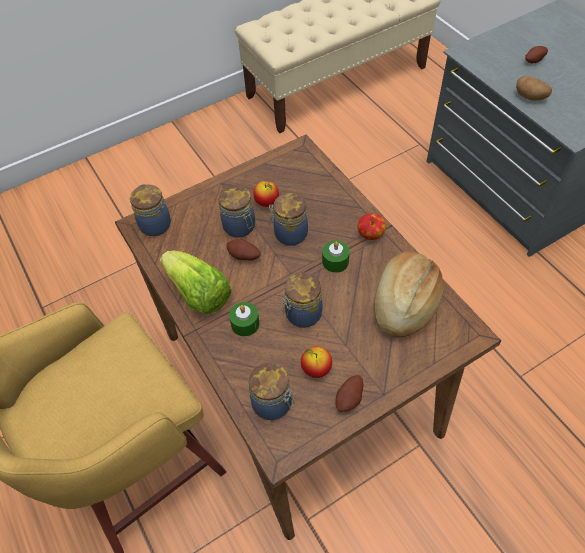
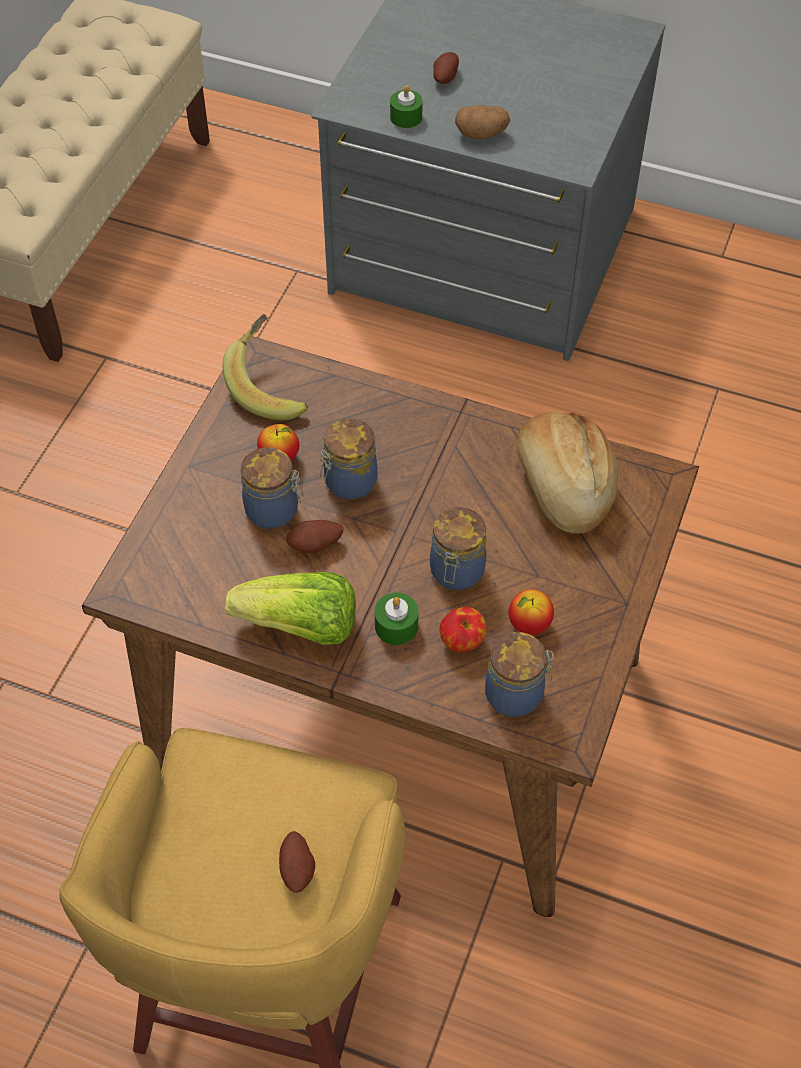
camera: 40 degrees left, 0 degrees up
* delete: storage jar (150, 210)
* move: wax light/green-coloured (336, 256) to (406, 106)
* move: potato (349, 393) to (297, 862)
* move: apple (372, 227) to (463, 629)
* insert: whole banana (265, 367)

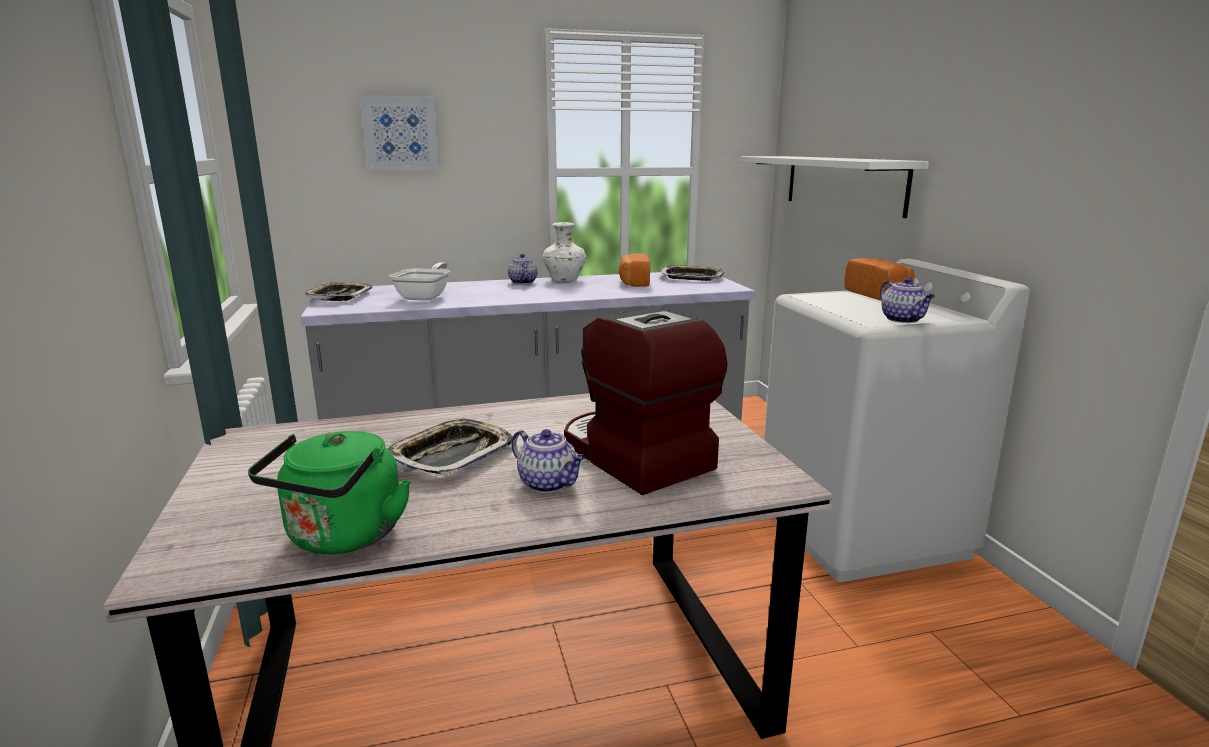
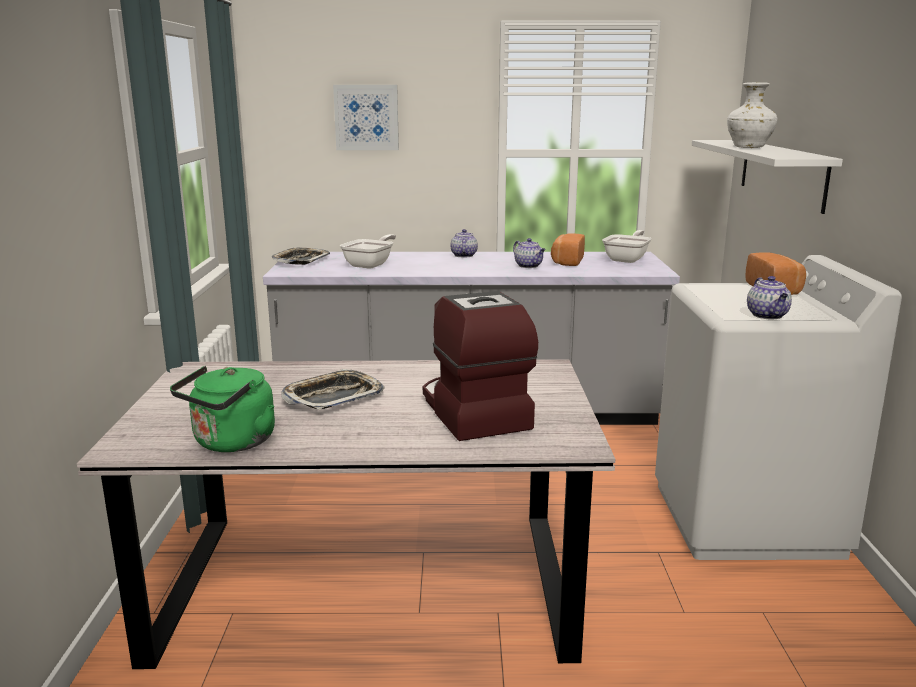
camera: 15 degrees right, 0 degrees up
* move: pot for tea (548, 461) to (529, 253)
* move: vase/white-coloured (564, 252) to (752, 115)
* replace: serving tray (692, 273) to skillet (627, 246)

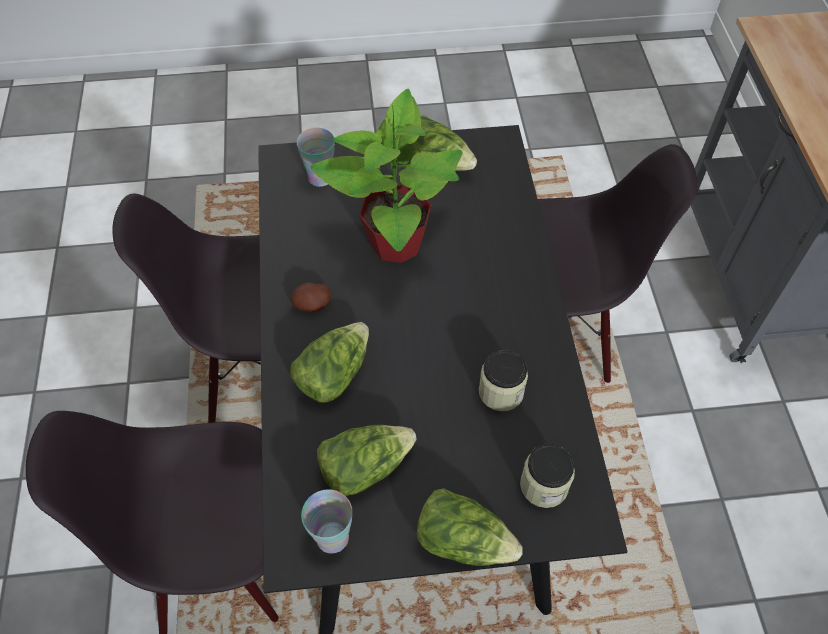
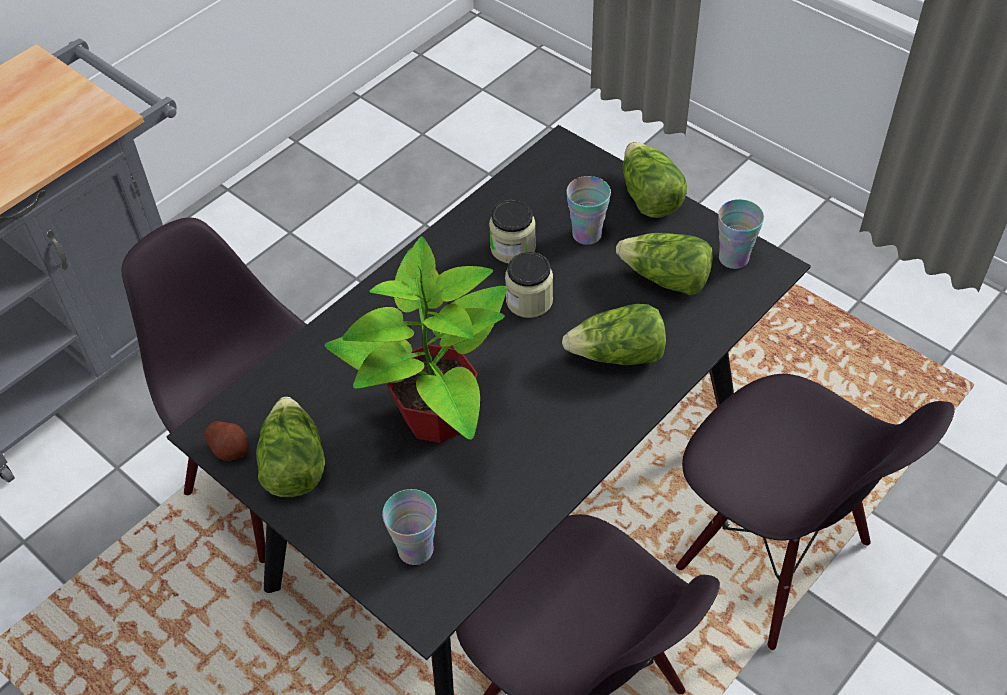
camera: 130 degrees left, 5 degrees down
* move: potato (310, 297) to (226, 441)
* move: storage jar (547, 475) to (529, 285)
* insert: cup (588, 210)

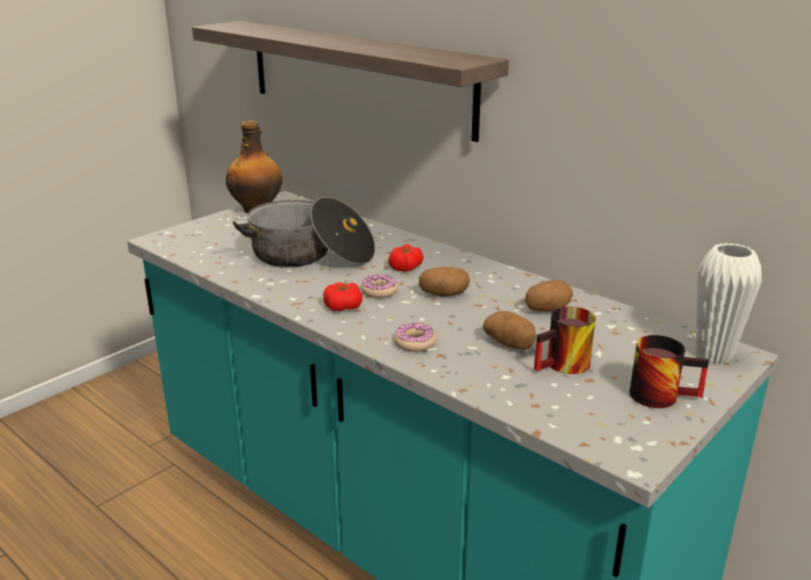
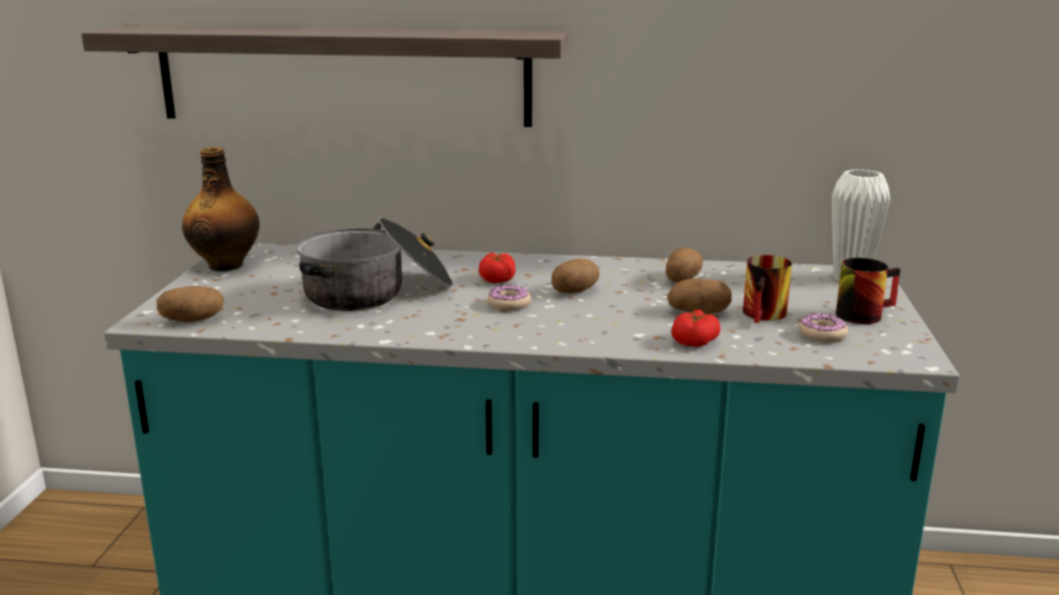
camera: 35 degrees left, 5 degrees down
* move: tomato (342, 296) to (696, 328)
* move: donut (415, 337) to (823, 327)
* insert: potato (190, 304)

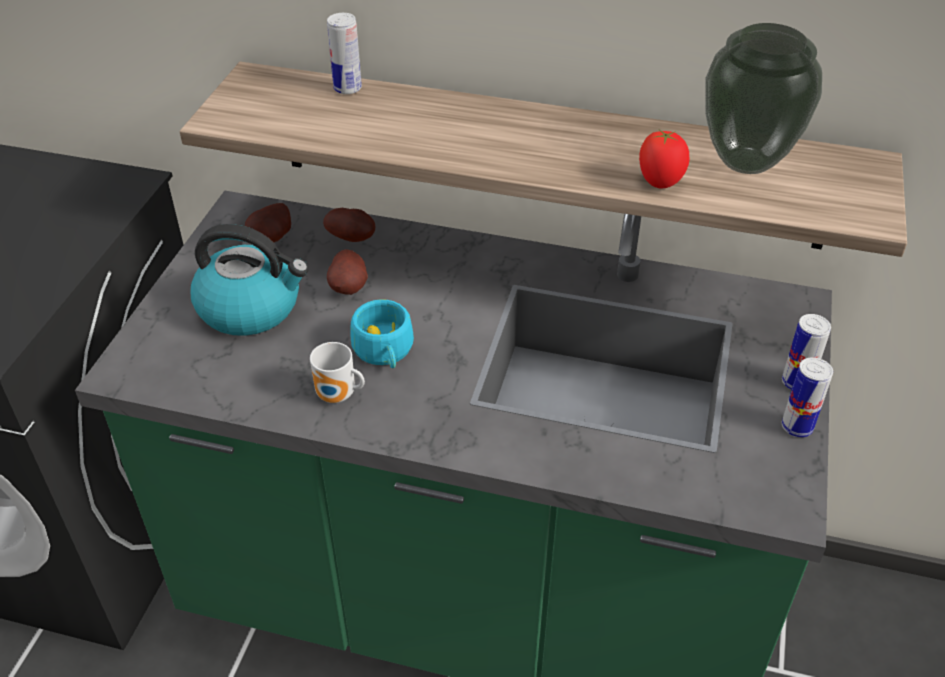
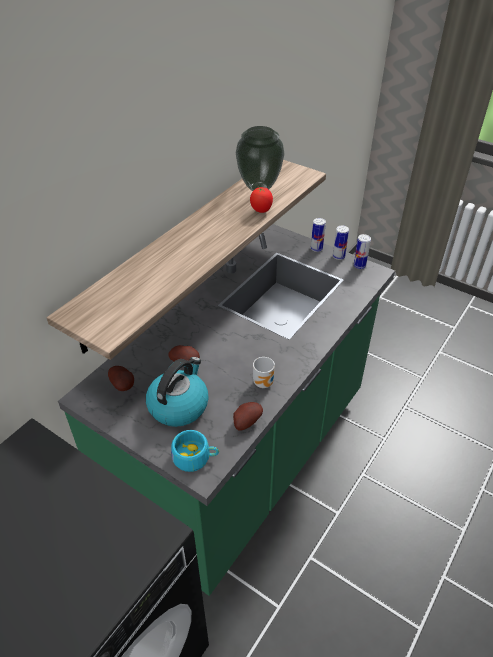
camera: 70 degrees left, 0 degrees up
* move: potato (349, 225) to (248, 416)
* move: can (344, 53) to (362, 251)
* move: cup/turquoise (382, 334) to (195, 451)

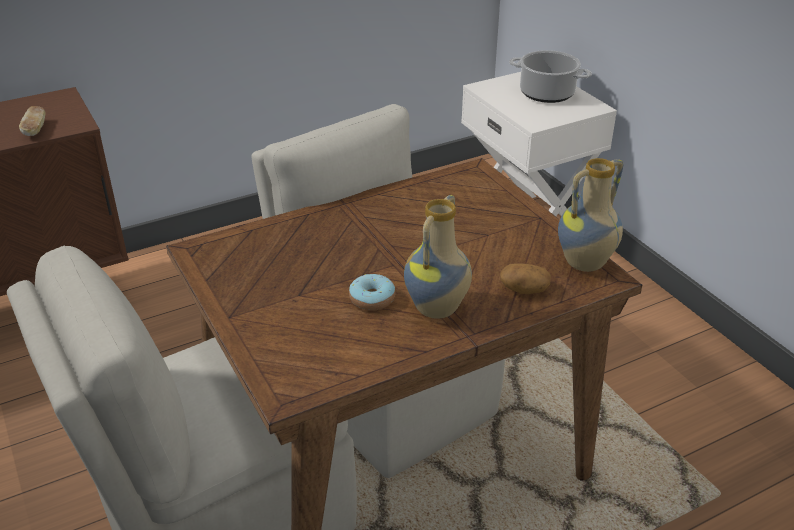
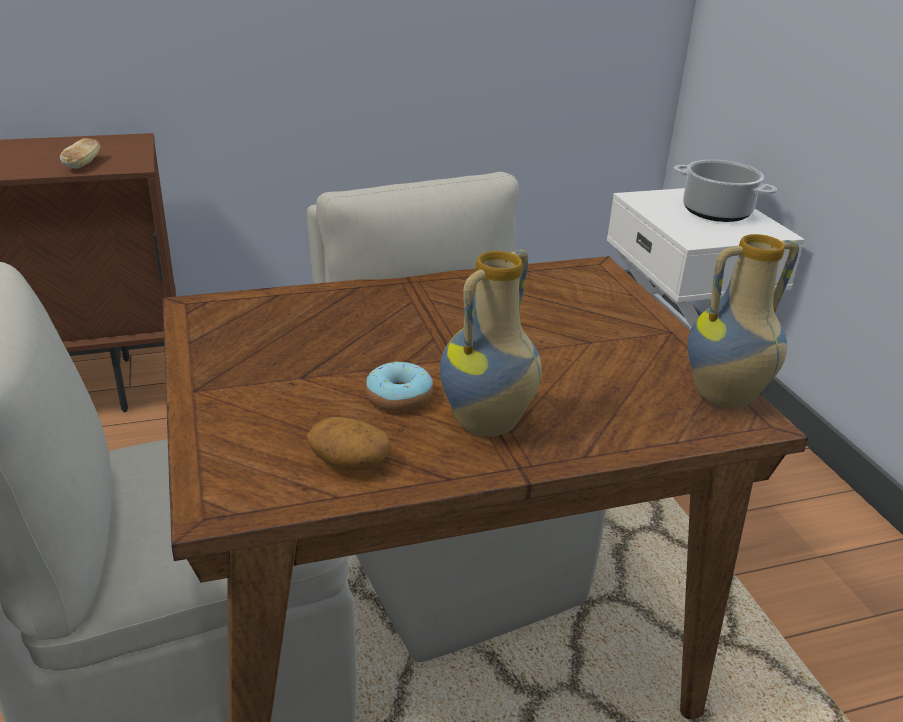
camera: 10 degrees right, 5 degrees down
* move: potato (525, 279) to (349, 443)

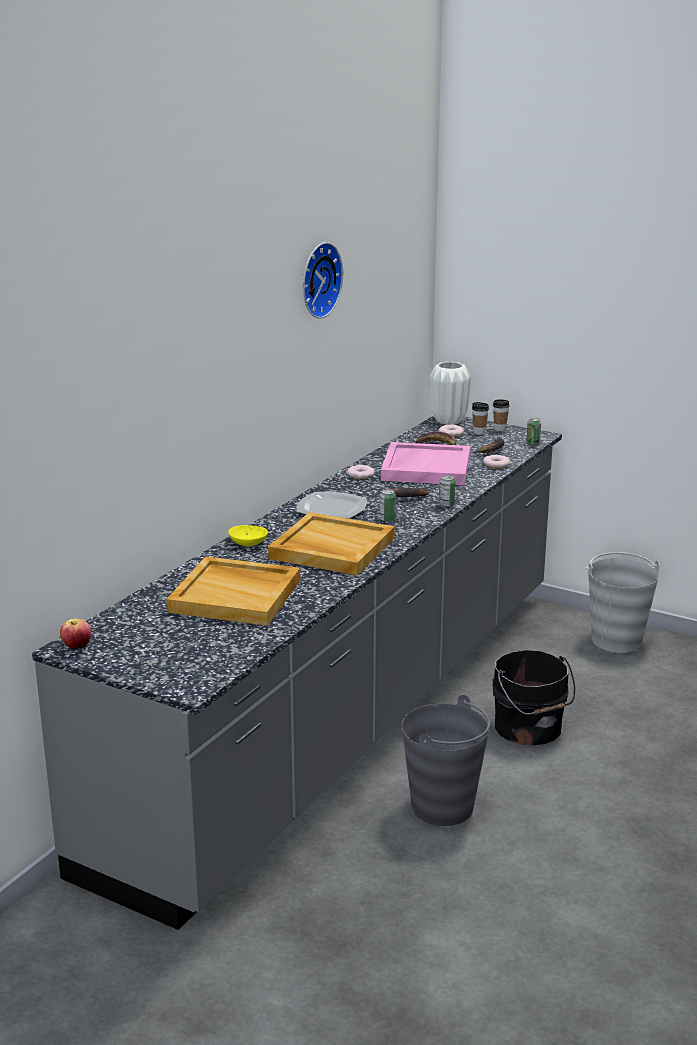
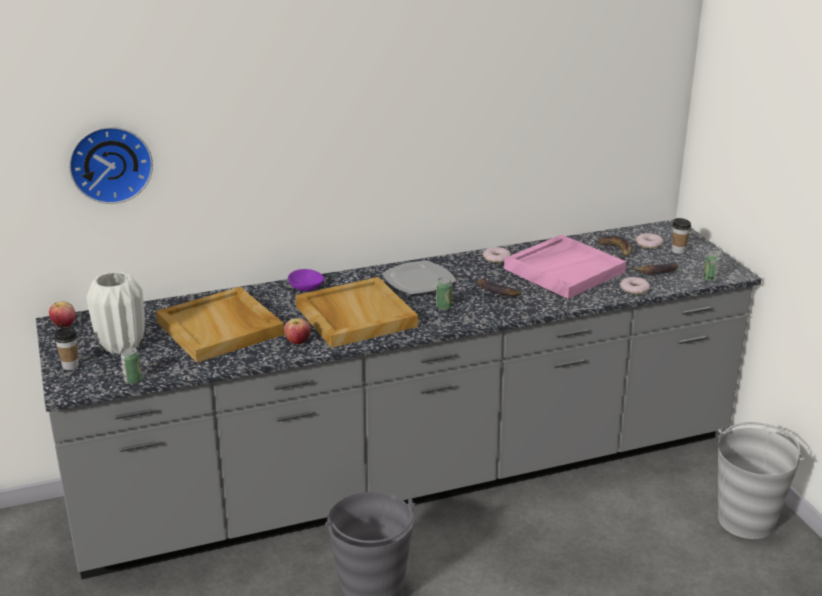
camera: 40 degrees right, 5 degrees up
* recolor: bowl/yellowish (248, 535) to bowl/purple-coloured (306, 280)
* move: clock on the wall (323, 280) to (111, 165)
* move: vase/white-coloured (450, 393) to (115, 312)
* move: can (447, 491) to (131, 365)
* move: cup (501, 415) to (66, 349)
* delete: bucket/black-coloured (534, 698)
* insert: apple (297, 331)

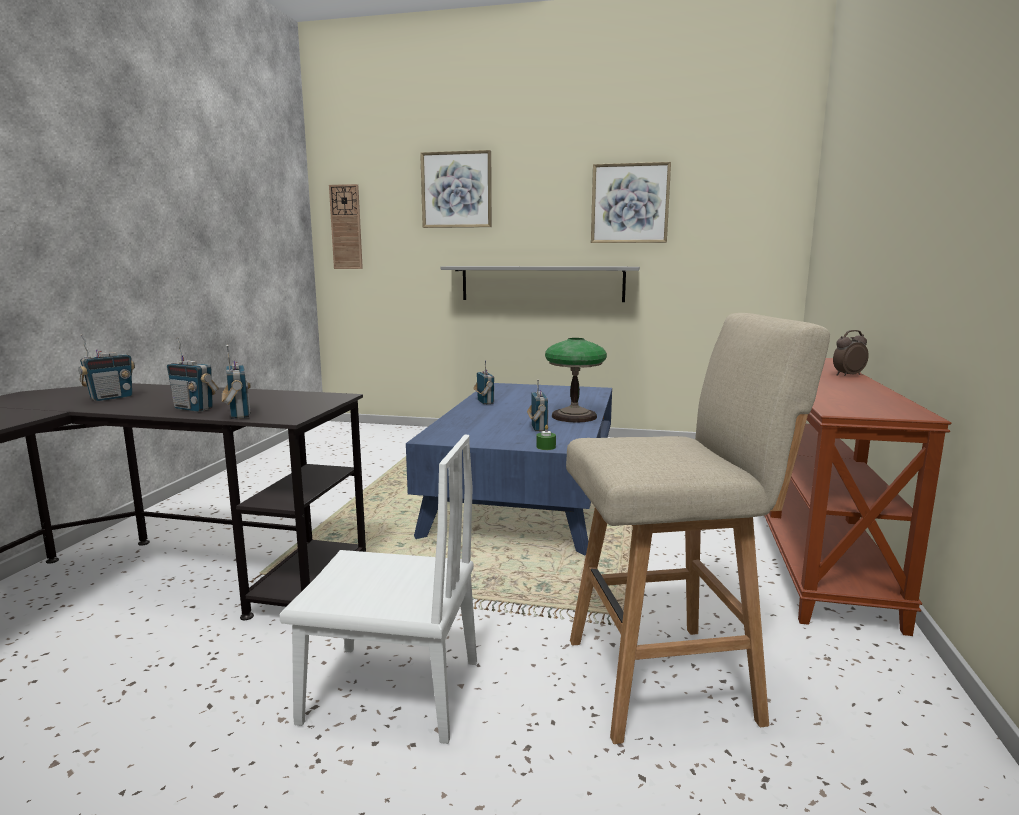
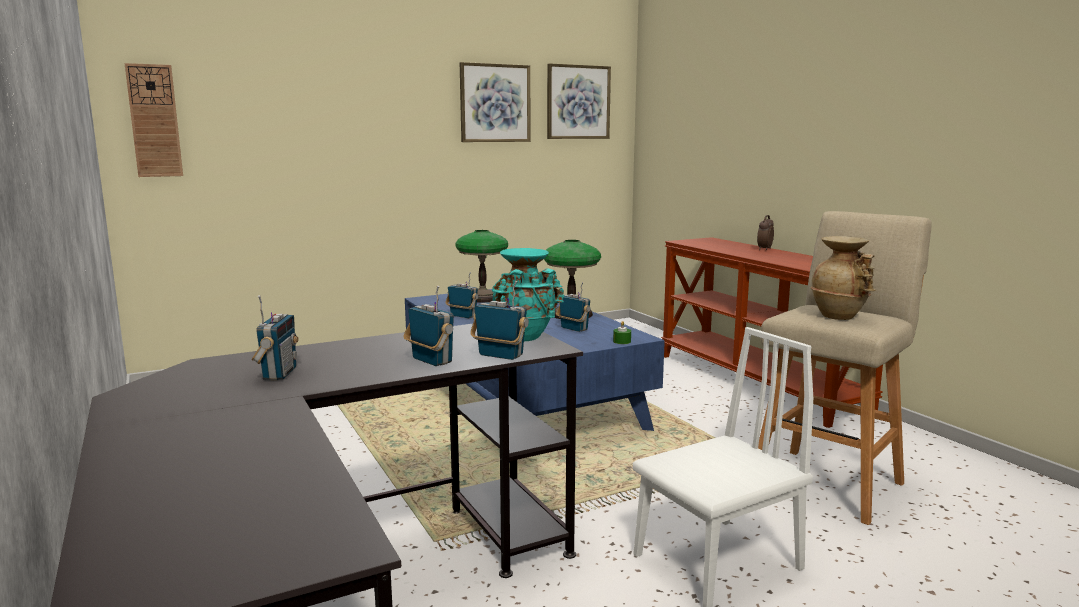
camera: 40 degrees left, 0 degrees up
* rotate: radio (193, 375) = (429, 325) 120 degrees counterclockwise
* move: wall art (456, 189) to (579, 101)
* delete: wall shelf/gray (540, 284)
* insert: tabletop lamp (481, 266)
* insert: vase/turquoise (528, 294)
* insert: vase/beige (843, 278)

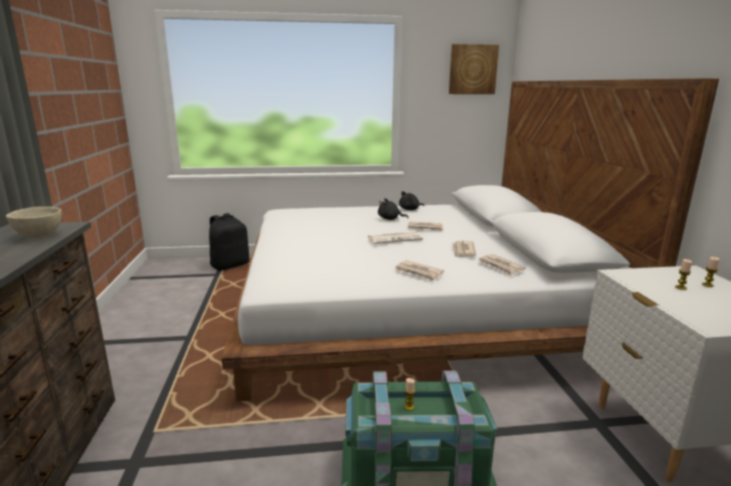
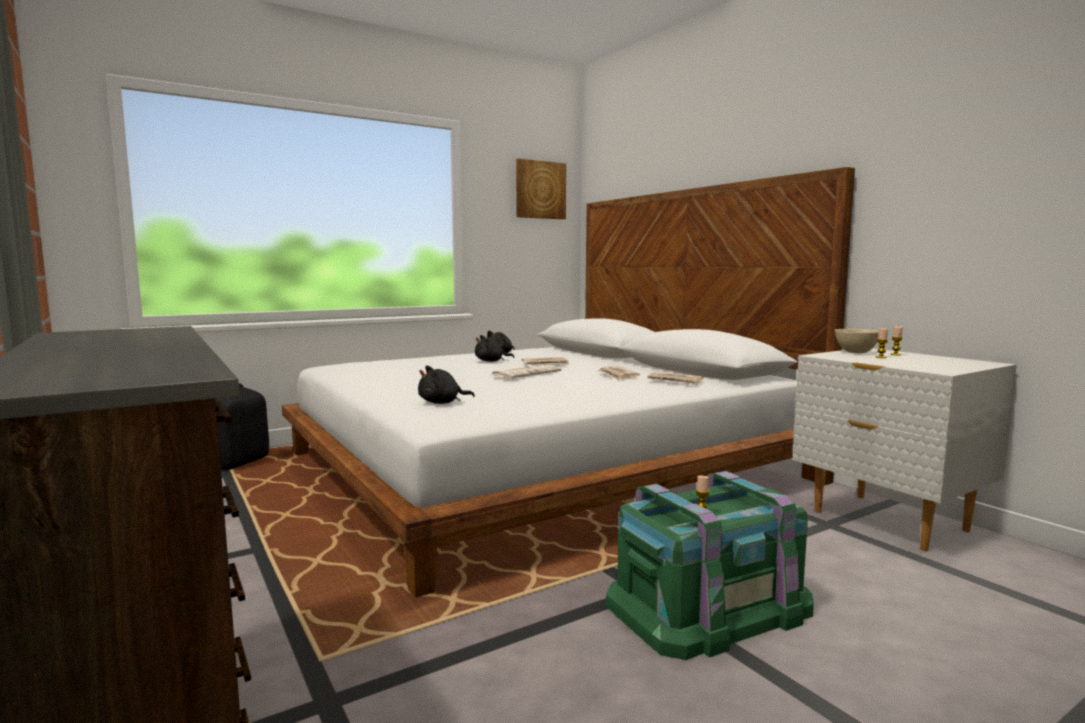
camera: 25 degrees left, 10 degrees down
* move: bowl/beige (33, 222) to (857, 341)
* delete: newspaper (419, 271)
* insert: cuddly toy/black-coloured (446, 384)

